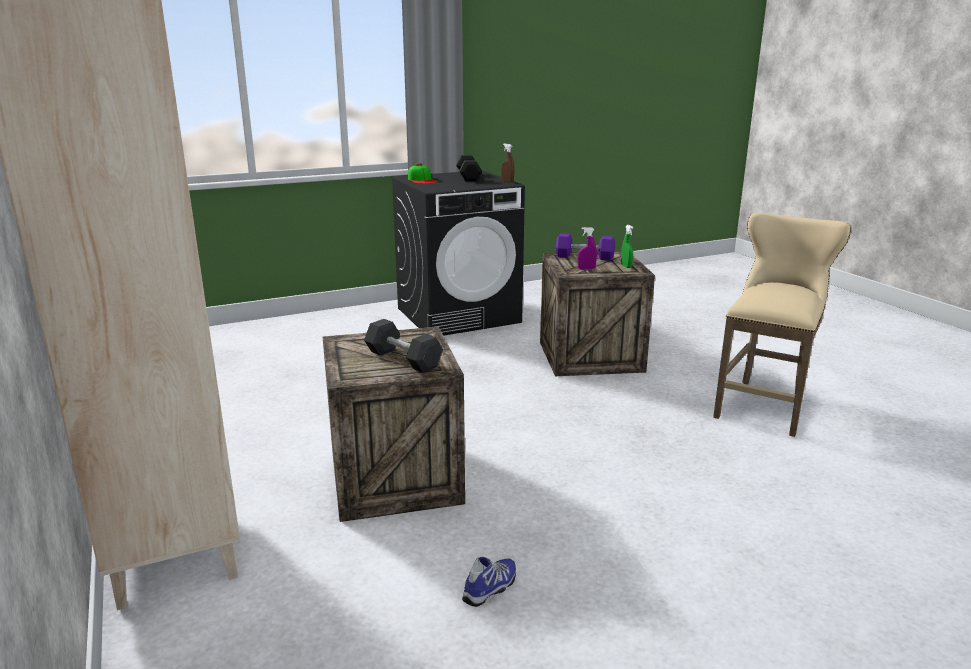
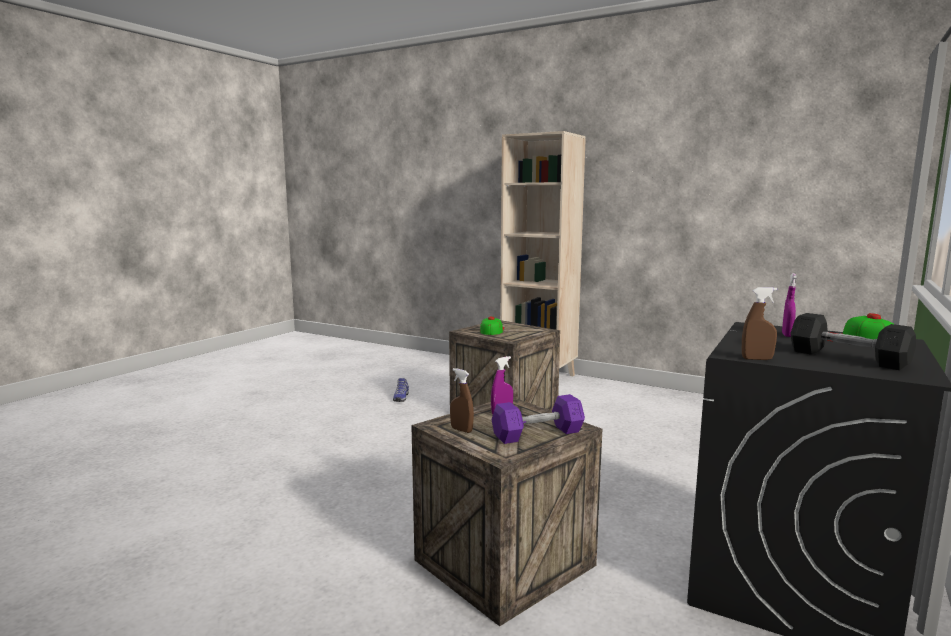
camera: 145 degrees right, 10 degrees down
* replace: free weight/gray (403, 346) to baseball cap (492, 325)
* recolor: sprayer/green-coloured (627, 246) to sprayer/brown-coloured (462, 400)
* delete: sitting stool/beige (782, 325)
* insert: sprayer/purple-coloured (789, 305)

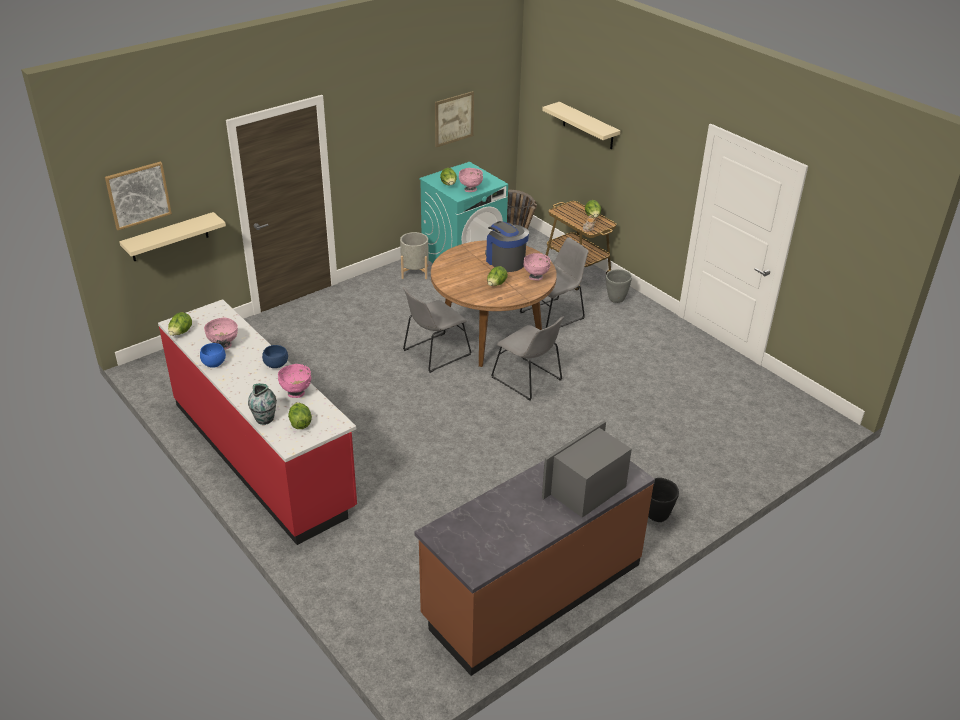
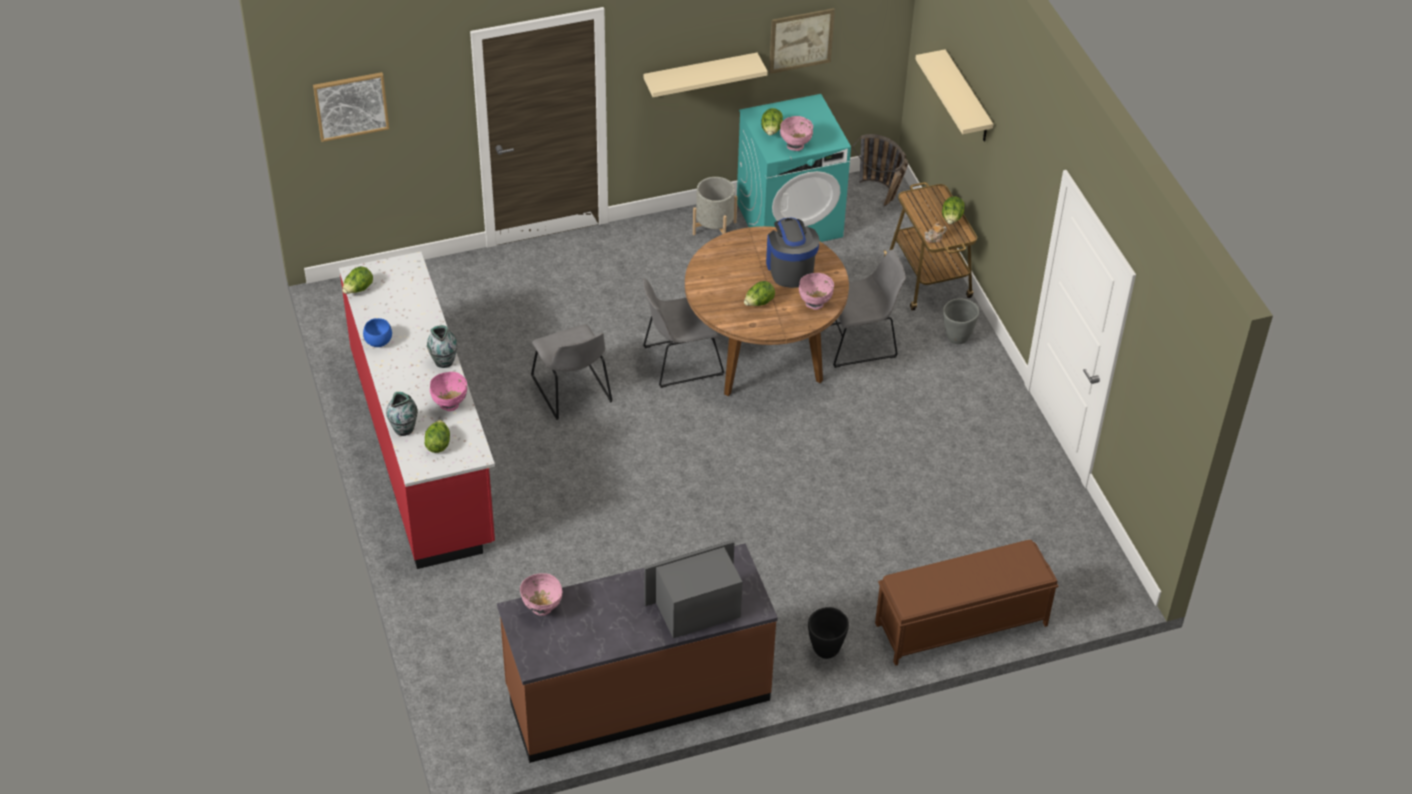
camera: 20 degrees right, 10 degrees up
* move: wall shelf/beige (172, 236) to (705, 75)
* move: bowl/pink-coloured (221, 334) to (541, 594)
* replace: bowl/blue (275, 356) to vase (442, 346)
* move: plain chair/gray (527, 358) to (572, 372)
* insert: indoor bench/brown-coloured (966, 603)

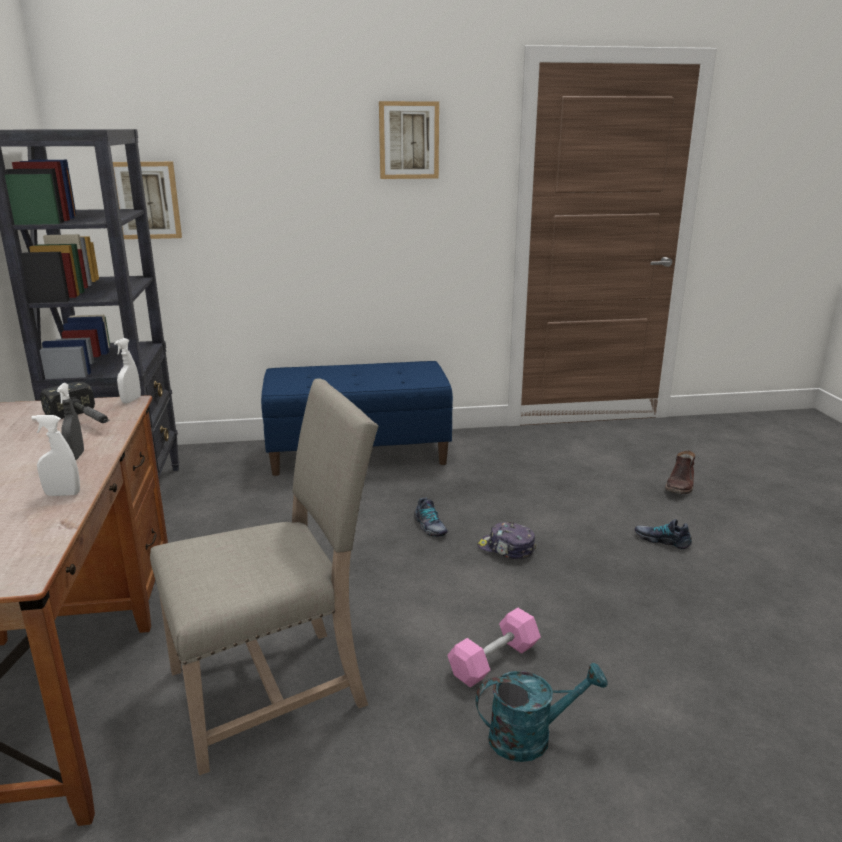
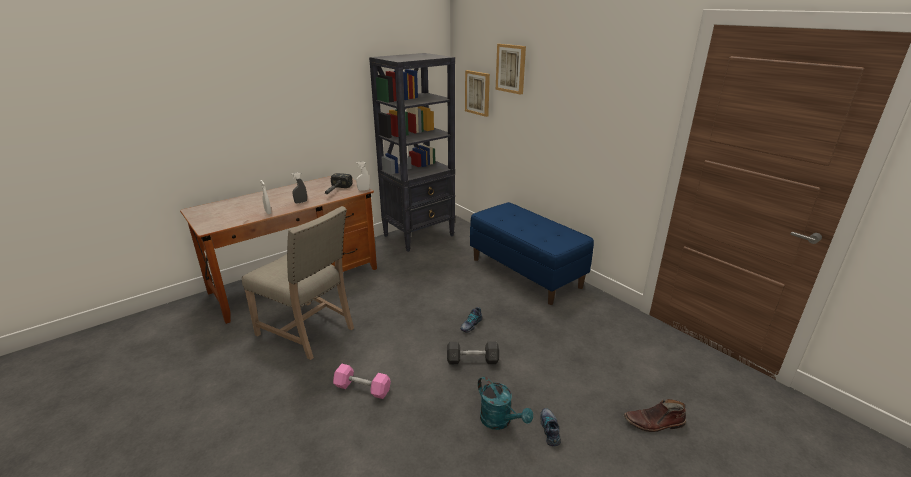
camera: 60 degrees right, 5 degrees up
* move: wall art (409, 140) to (511, 69)
* move: watering pot/turquoise (541, 712) to (505, 403)
* replace: baseball cap (506, 540) to free weight/gray (473, 352)

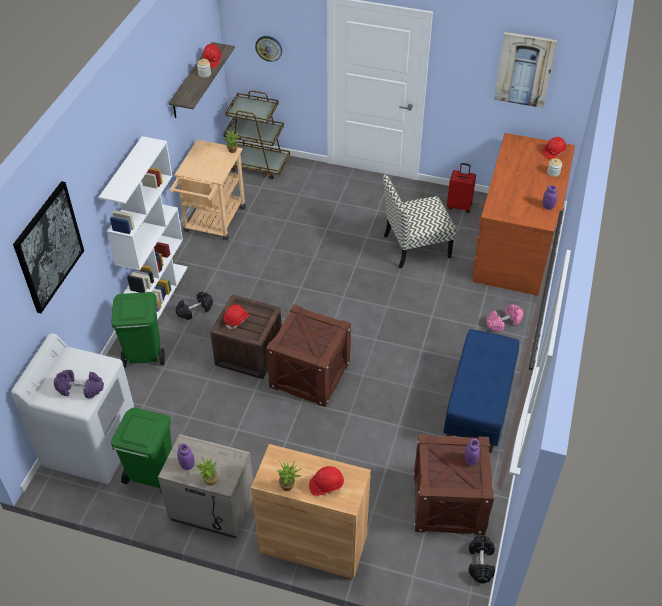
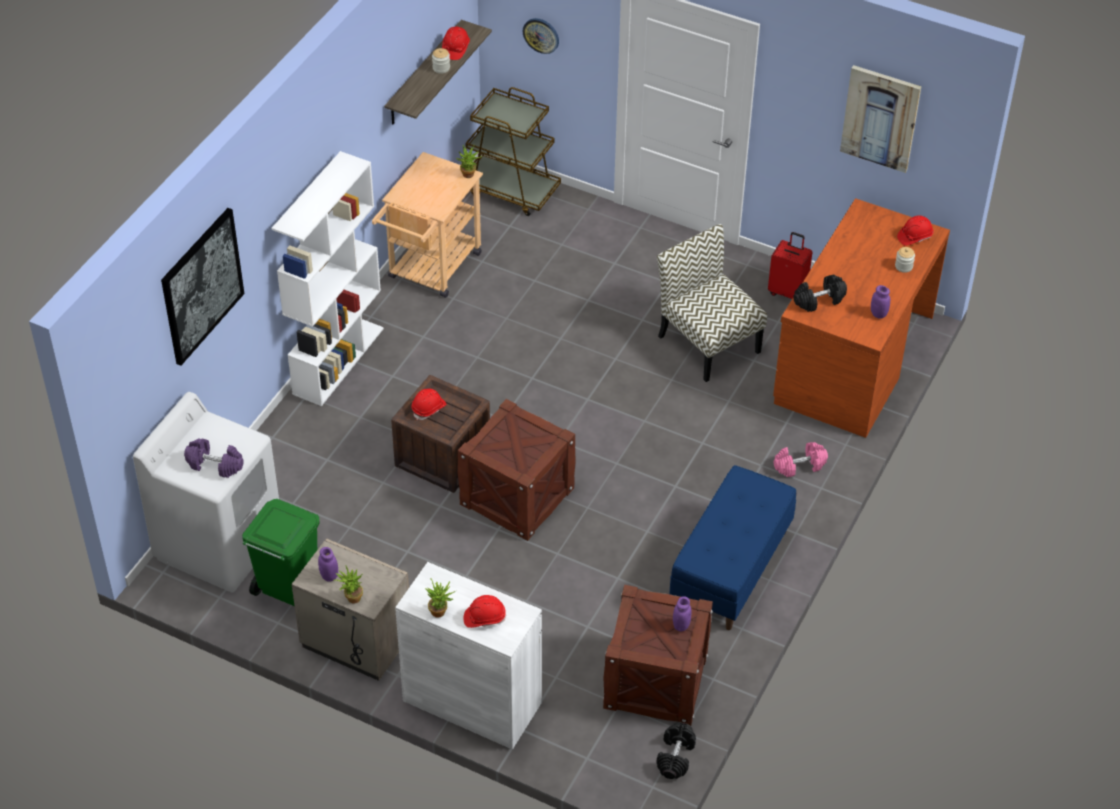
camera: 10 degrees right, 0 degrees up
* delete: waste bin/green-coloured (138, 330)
* move: free weight/black-coloured (194, 306) to (820, 293)
* recolor: storage cabinet/brown-coloured (311, 511) to storage cabinet/white-coloured (468, 656)
* rotate: plain chair (420, 222) = (712, 303) 60 degrees clockwise

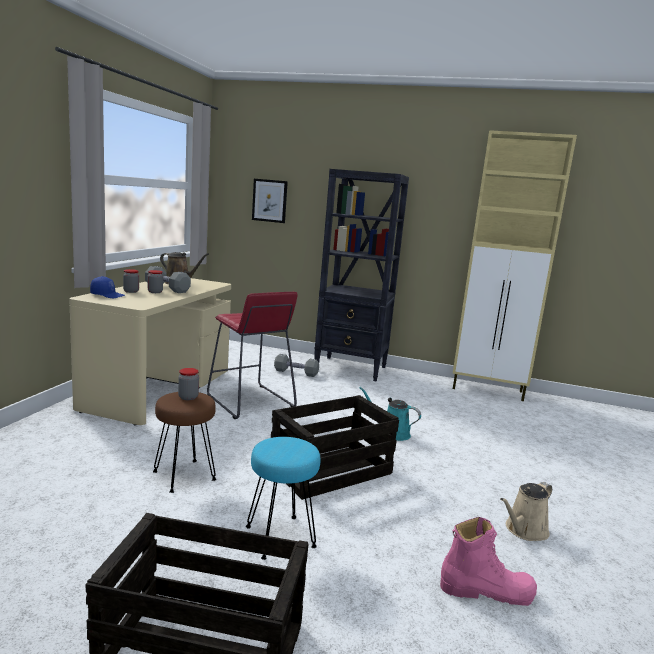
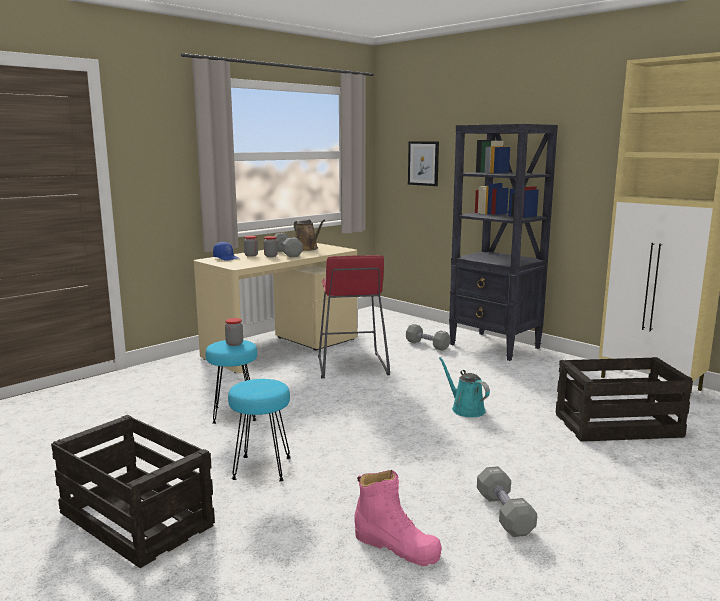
camera: 30 degrees right, 0 degrees up
* recolor: sitting stool/brown-coloured (184, 442) to sitting stool/turquoise (231, 382)
* move: packing crate (335, 447) to (624, 399)
* replace: watering pot/beige (526, 511) to free weight/gray (507, 501)

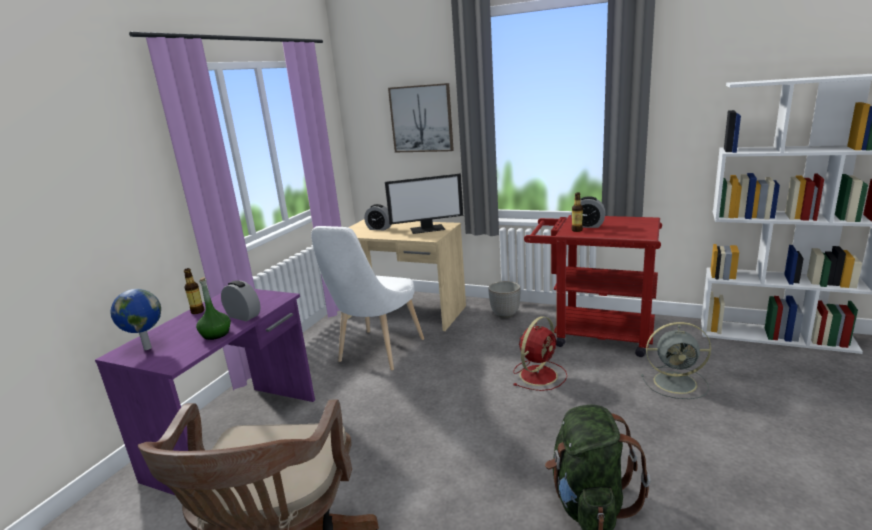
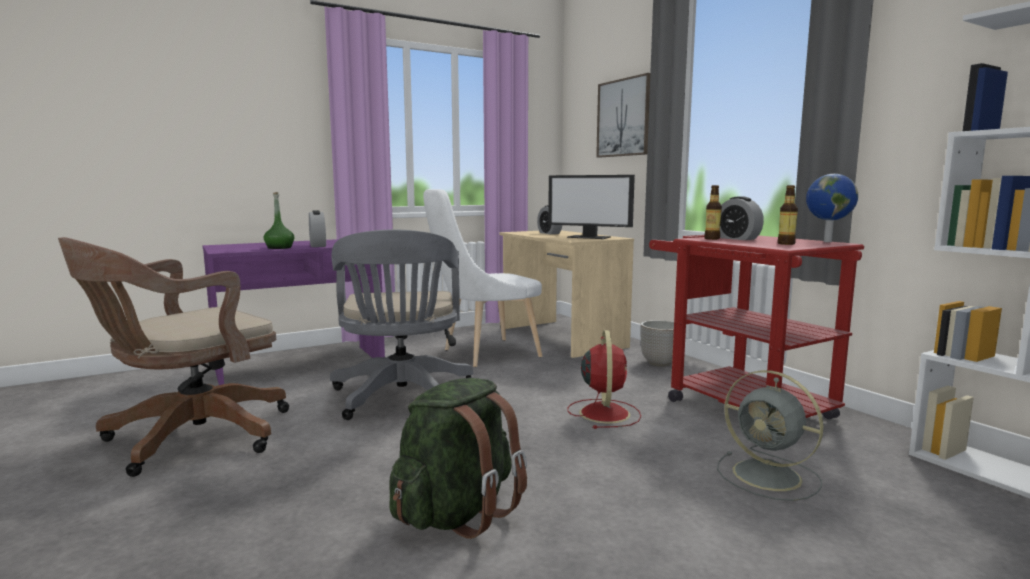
camera: 35 degrees right, 10 degrees down
* move: world globe (135, 319) to (832, 208)
* move: beverage bottle (194, 291) to (787, 215)
* rotate: fan/red-coloured (540, 353) = (604, 379) 75 degrees counterclockwise
* insert: computer chair/gray (401, 324)

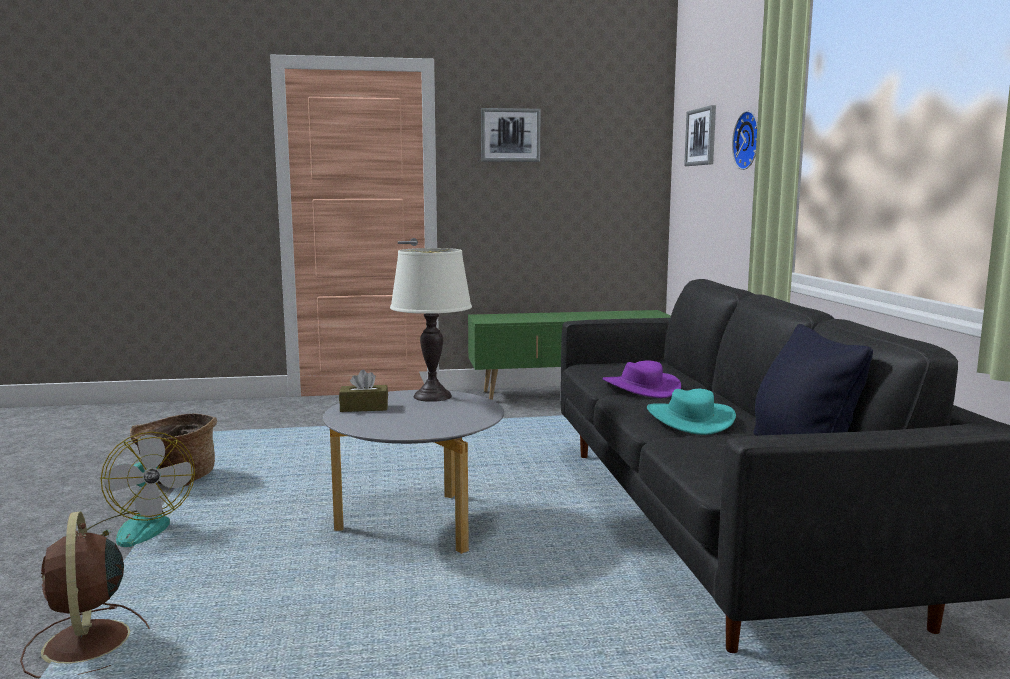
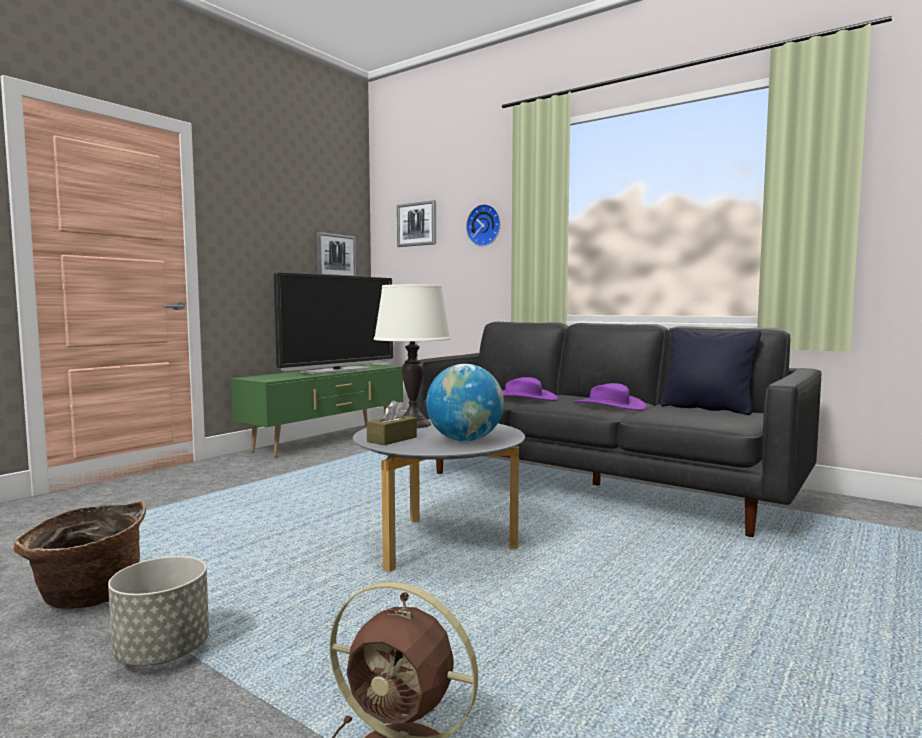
camera: 45 degrees left, 5 degrees down
* replace: fan (141, 489) to planter/gray (158, 611)
* move: wall art (511, 135) to (336, 254)
* recolor: hat/turquoise (691, 412) to hat/purple-coloured (610, 397)
* insert: TV set (333, 324)
* insert: world globe (465, 402)

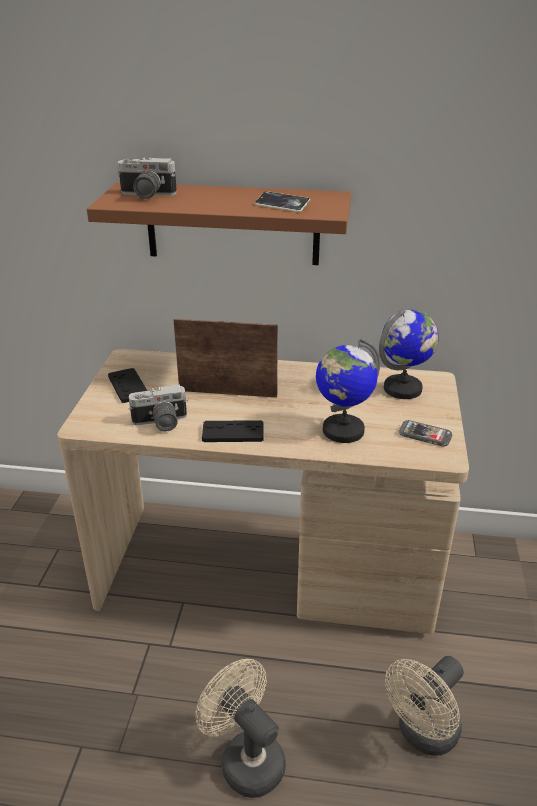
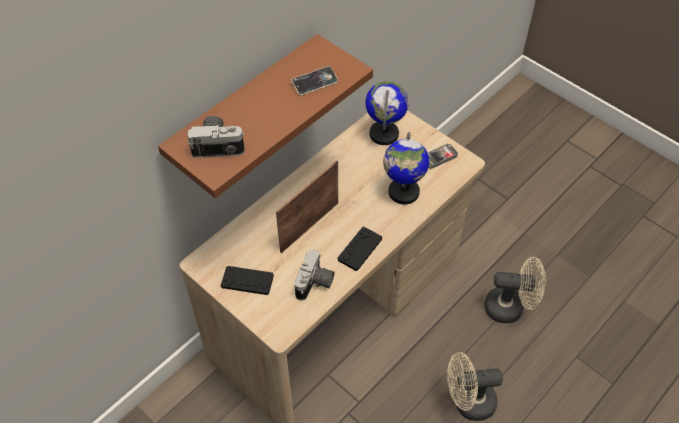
camera: 55 degrees left, 20 degrees up
* rotate: photo camera (146, 178) = (216, 137) 135 degrees counterclockwise
* rotate: fan/beige (424, 706) = (515, 290) 75 degrees counterclockwise

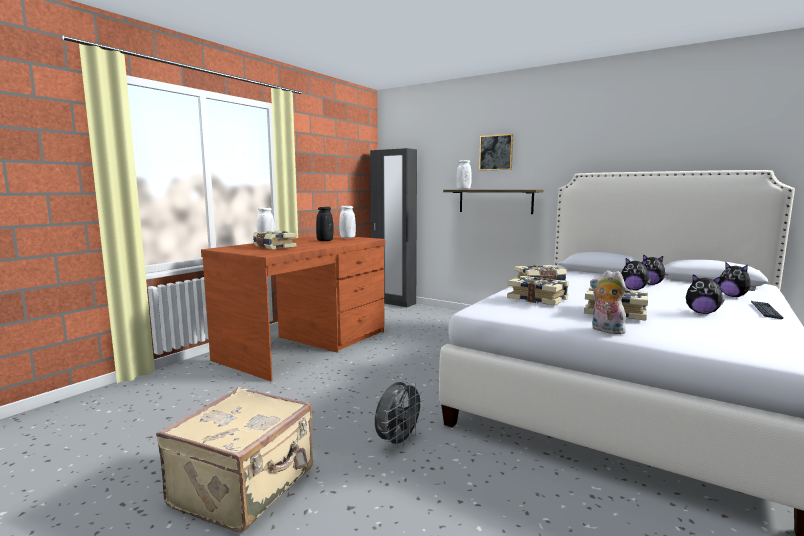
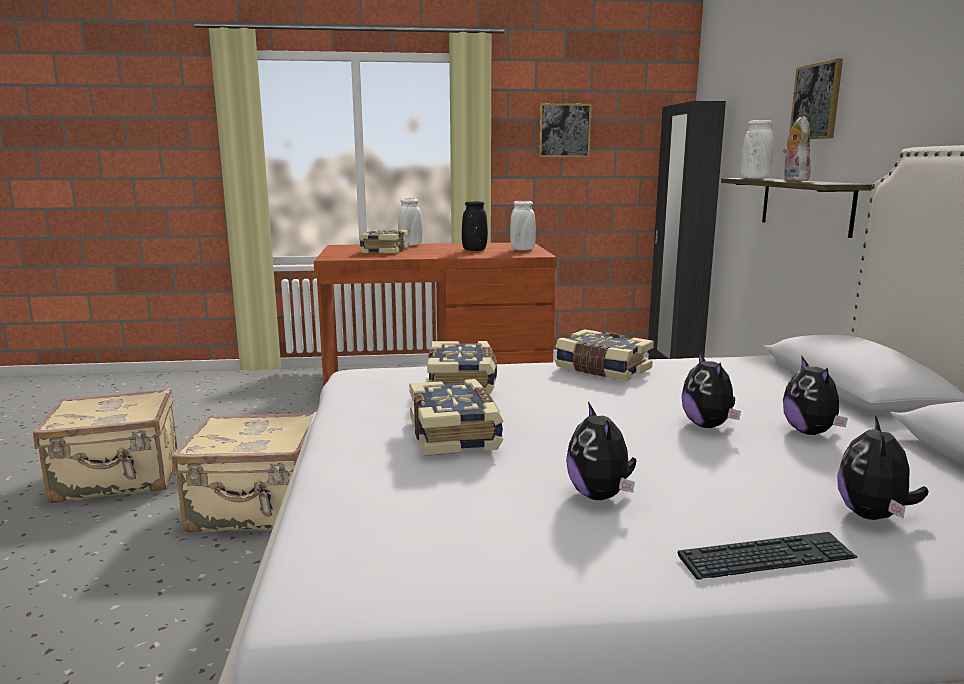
camera: 50 degrees right, 5 degrees up
* replace: fan/gray (400, 415) to piece of luggage/beige (242, 473)
* move: cuddly toy (608, 302) to (797, 148)
* insert: wall art (565, 130)

